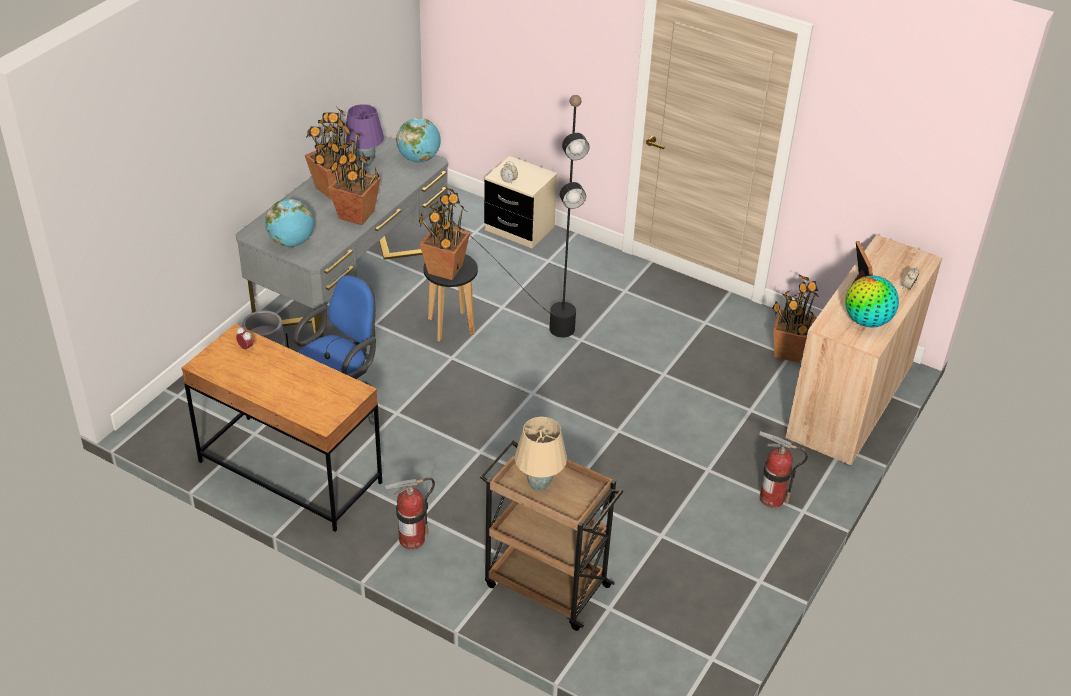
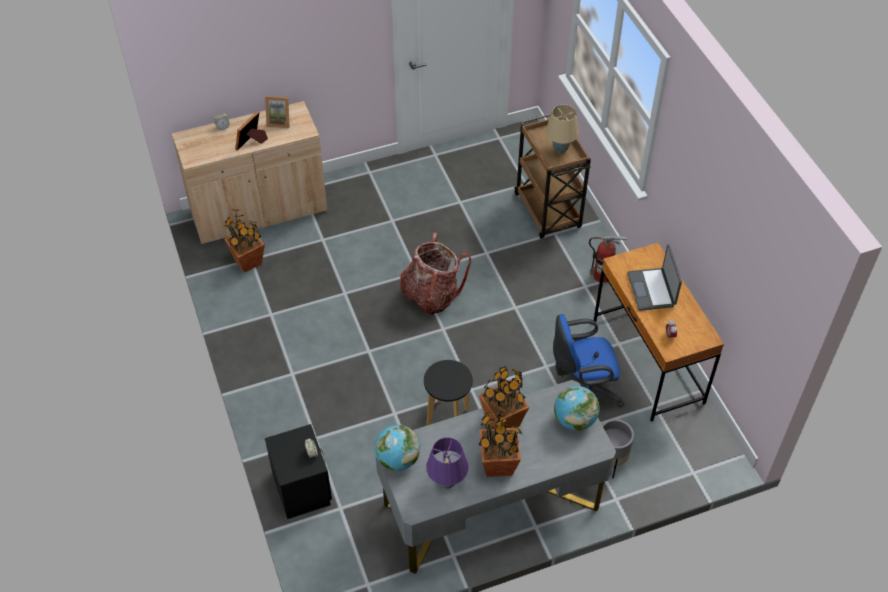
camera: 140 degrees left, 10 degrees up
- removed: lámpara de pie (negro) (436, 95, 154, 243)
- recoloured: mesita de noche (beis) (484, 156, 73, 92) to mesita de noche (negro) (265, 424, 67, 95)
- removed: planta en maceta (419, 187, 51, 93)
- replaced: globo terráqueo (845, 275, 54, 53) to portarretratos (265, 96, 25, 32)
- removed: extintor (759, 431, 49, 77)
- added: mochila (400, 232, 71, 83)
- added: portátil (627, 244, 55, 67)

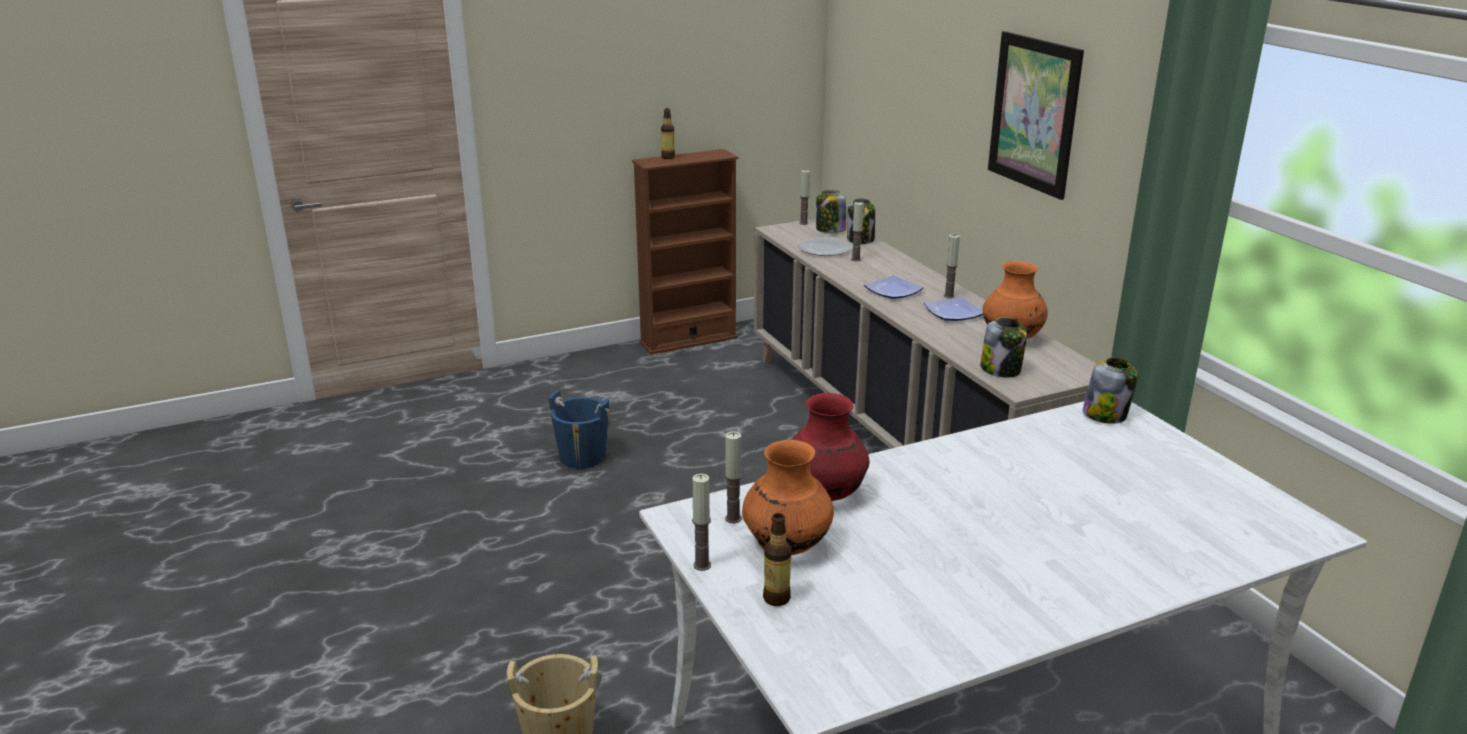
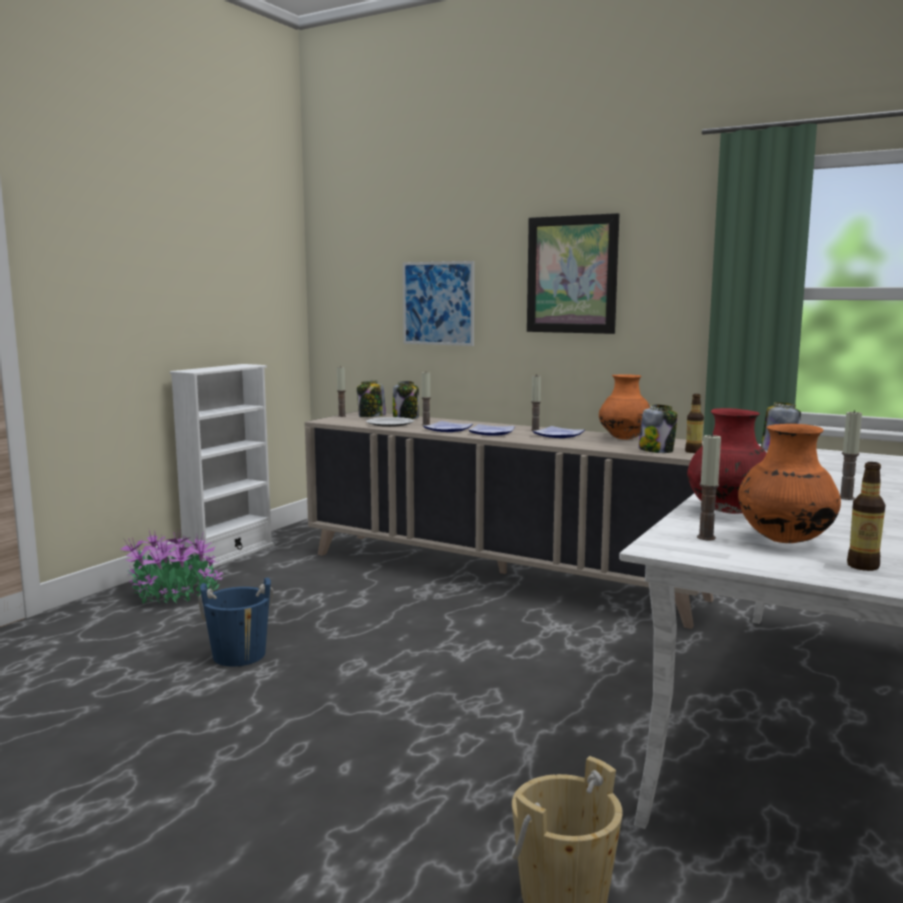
camera: 35 degrees left, 15 degrees down
- moved: botella (661, 108, 14, 51) to (685, 394, 19, 59)
- recoloured: estantería (marrón) (632, 149, 106, 206) to estantería (blanco) (170, 364, 104, 204)
- moved: vela (692, 474, 19, 97) to (840, 410, 22, 90)
- added: cuadro (403, 261, 71, 85)
- added: plato (423, 421, 50, 11)
- added: planta en maceta (120, 528, 103, 75)

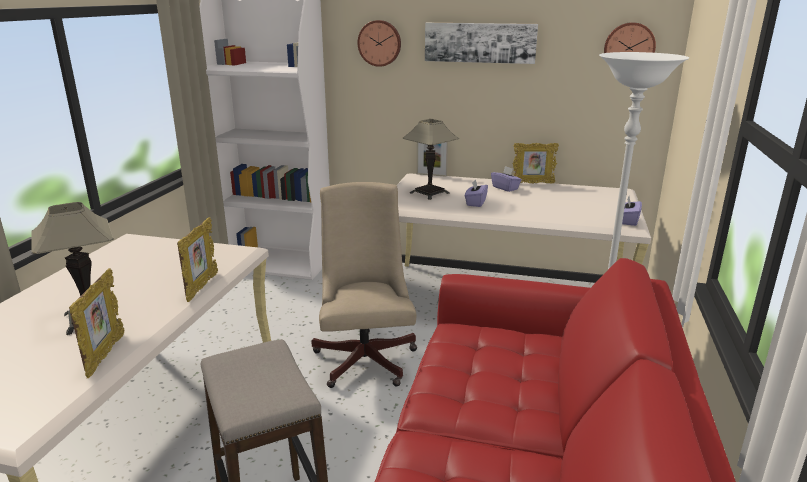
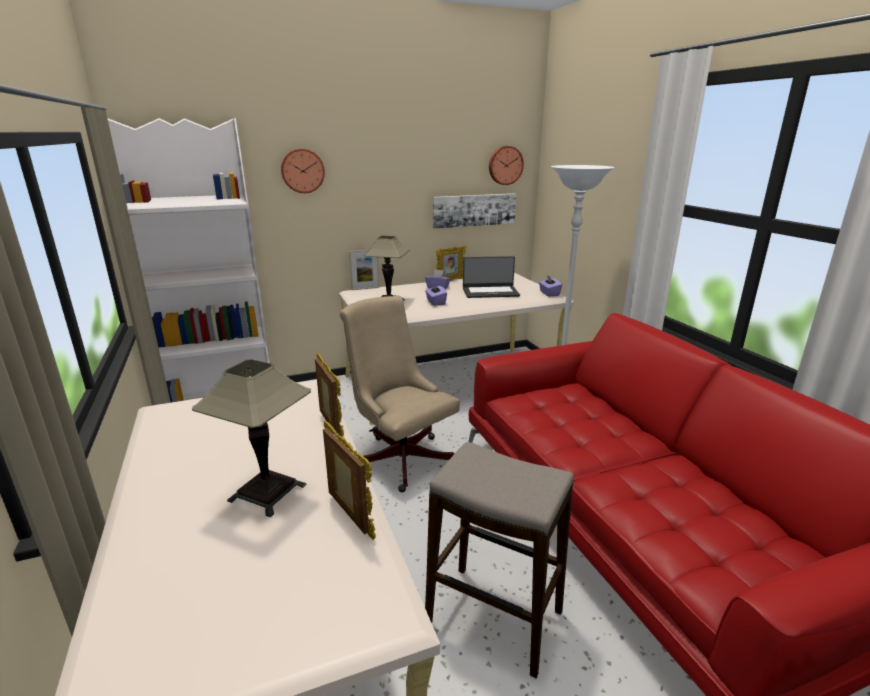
camera: 35 degrees left, 0 degrees up
- moved: cuadro (425, 23, 113, 41) to (433, 193, 83, 36)
- added: portátil (463, 256, 57, 42)

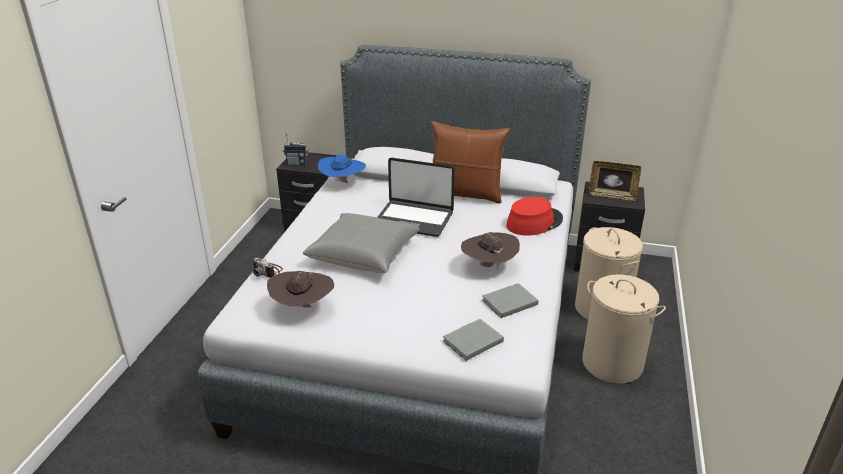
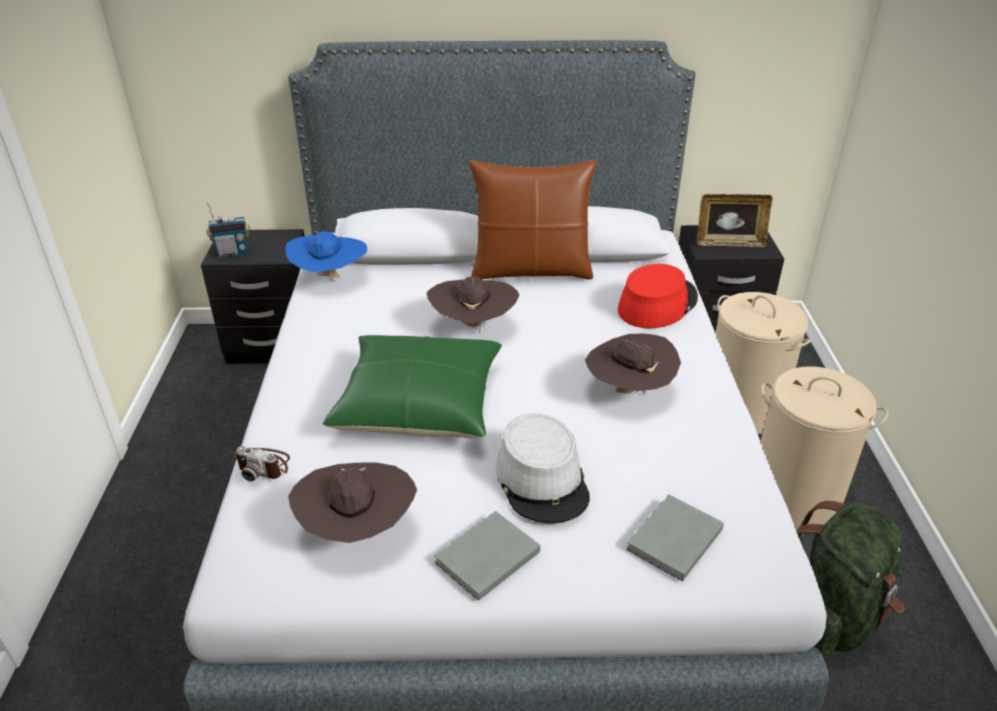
camera: 15 degrees left, 5 degrees up
- replaced: portátil (377, 158, 78, 79) to sombrero (marrón) (426, 276, 93, 57)
- recoloured: cojín (gris) (303, 213, 117, 60) to cojín (verde) (323, 335, 179, 103)
- moved: libro (gris) (482, 283, 57, 35) to (434, 511, 106, 90)
- added: sombrero (gris) (496, 413, 94, 110)
- added: mochila (verde) (795, 501, 110, 157)

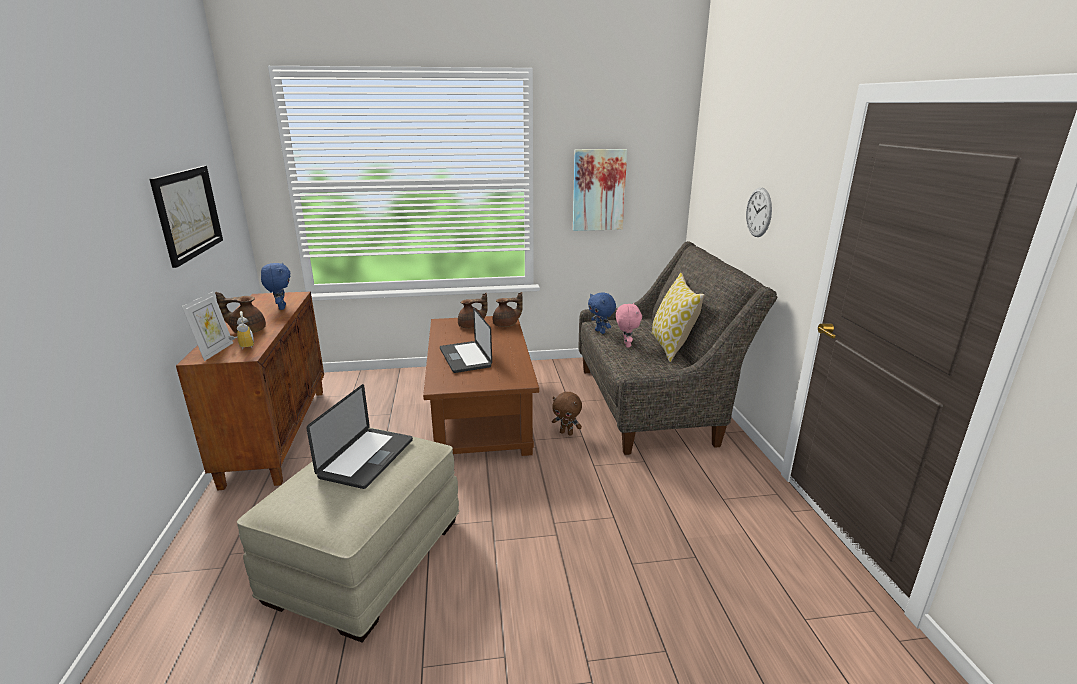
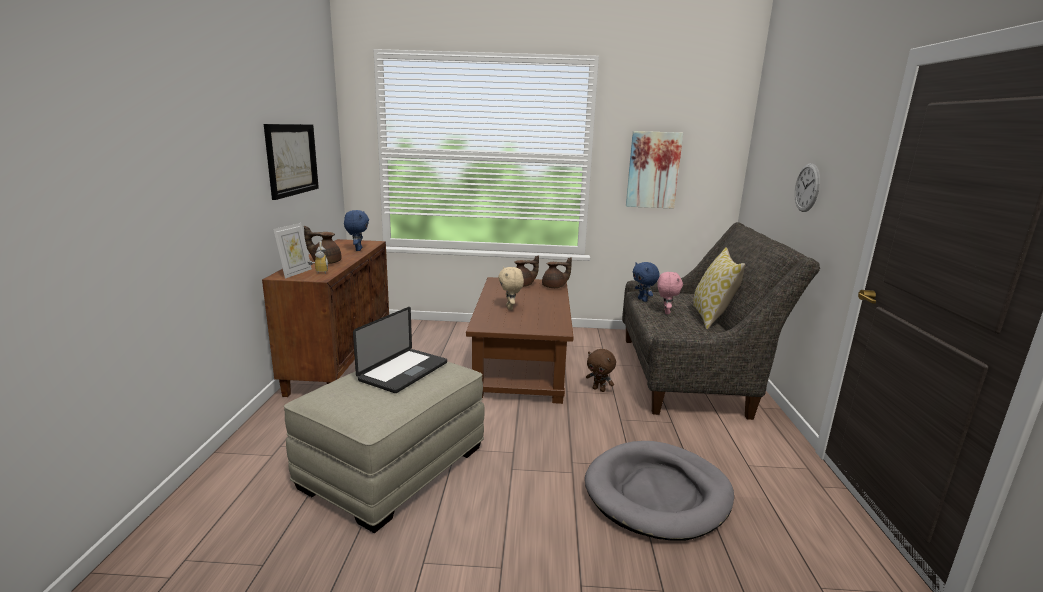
camera: 10 degrees right, 5 degrees down
- replaced: portátil (440, 307, 52, 66) to peluche (beis) (498, 267, 26, 43)
- added: cama para perro (gris) (585, 441, 149, 99)

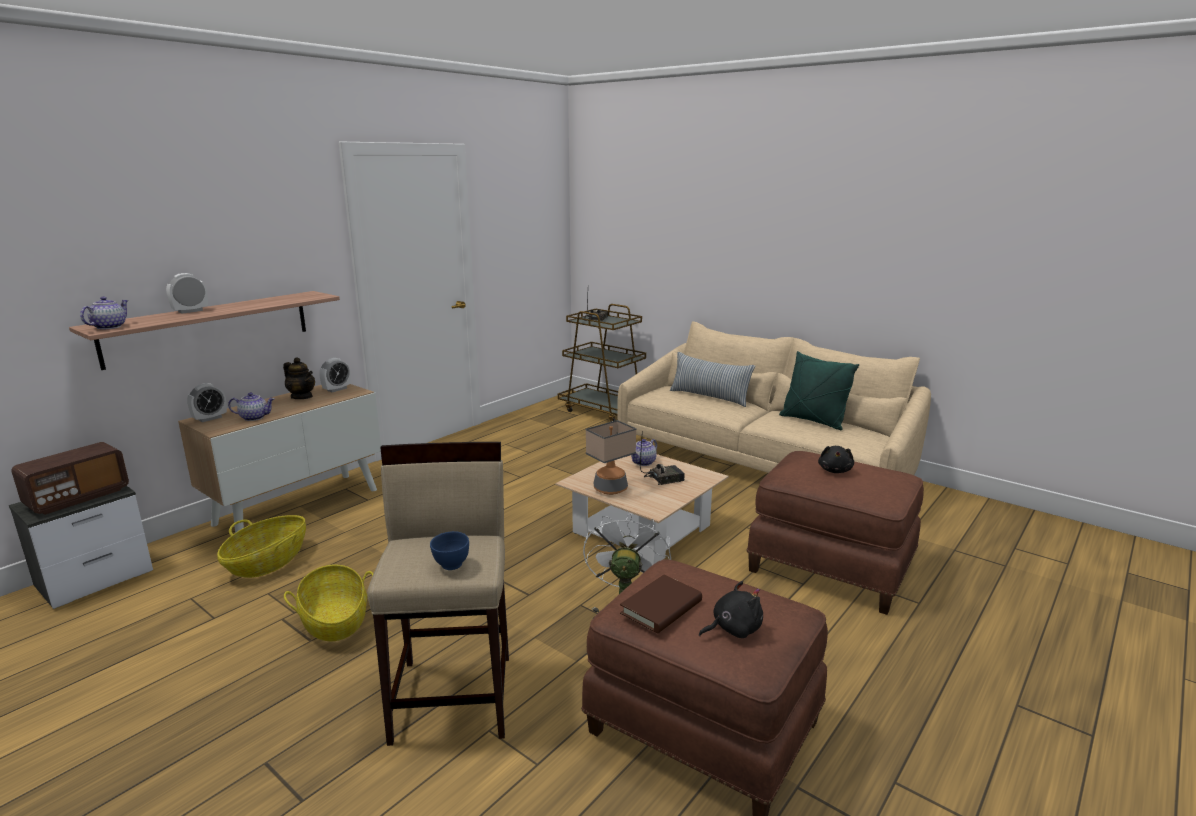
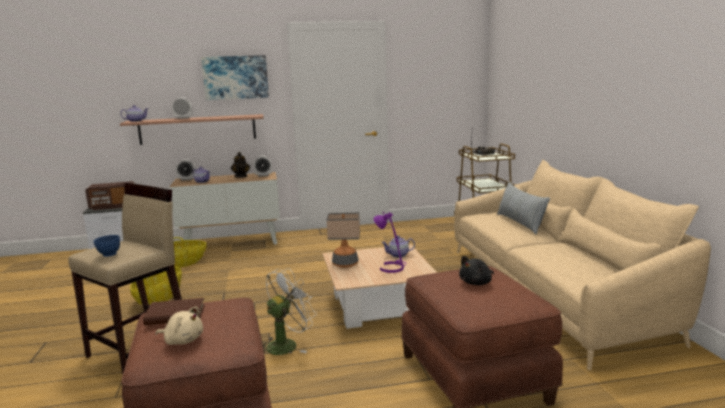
camera: 40 degrees right, 5 degrees down
- removed: cojín (verde) (779, 351, 80, 79)
- replaced: radio (640, 431, 45, 54) to lámpara de mesa (morado) (374, 212, 32, 61)
- recoloured: peluche (negro) (699, 581, 64, 57) to peluche (beis) (155, 306, 48, 39)
- added: cuadro (201, 55, 68, 45)

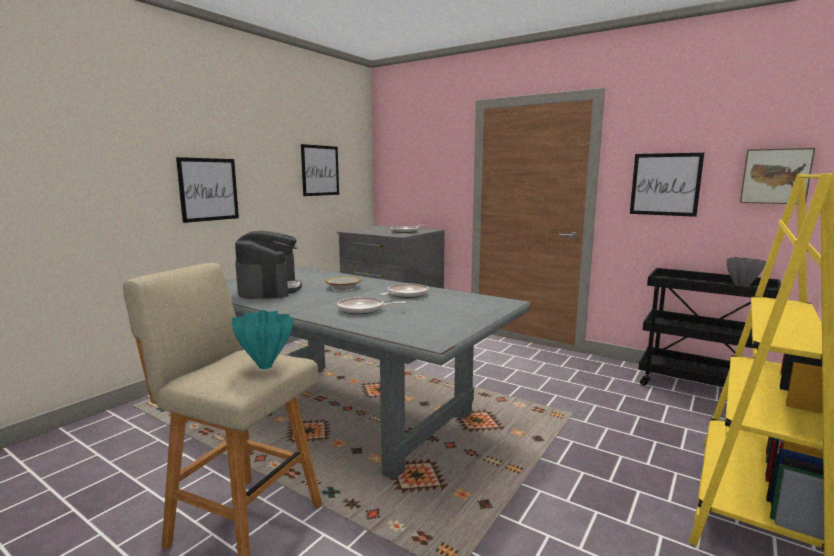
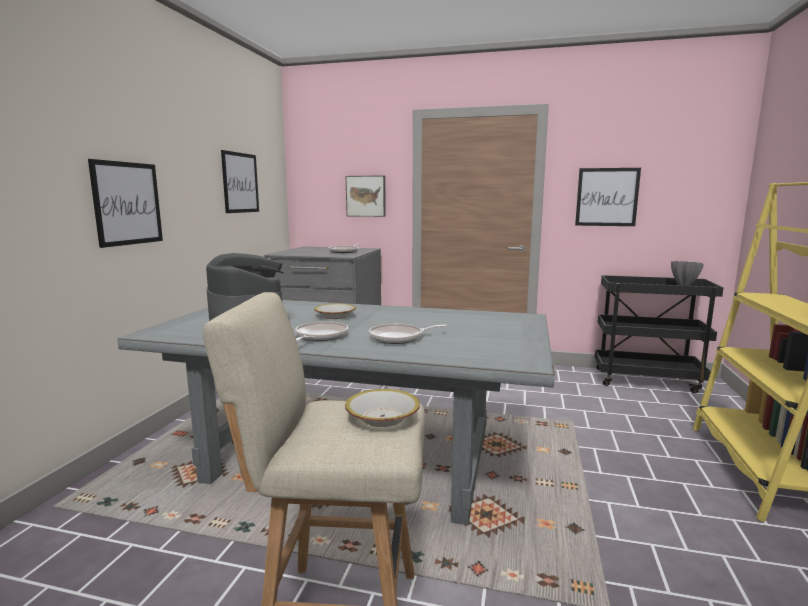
camera: 20 degrees left, 0 degrees up
- moved: cuadro (740, 148, 75, 56) to (346, 175, 40, 42)
- moved: sartén (380, 284, 49, 14) to (295, 321, 53, 20)
- replaced: florero (turquesa) (232, 310, 61, 59) to cuenco (345, 389, 75, 38)

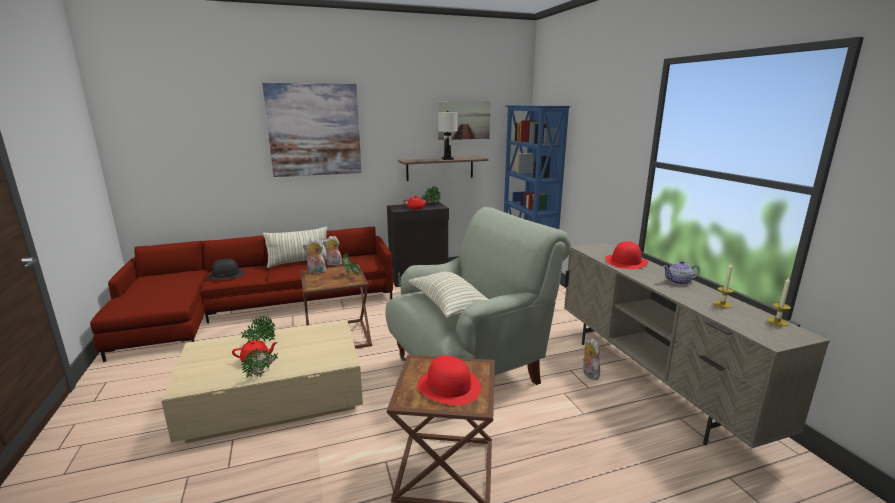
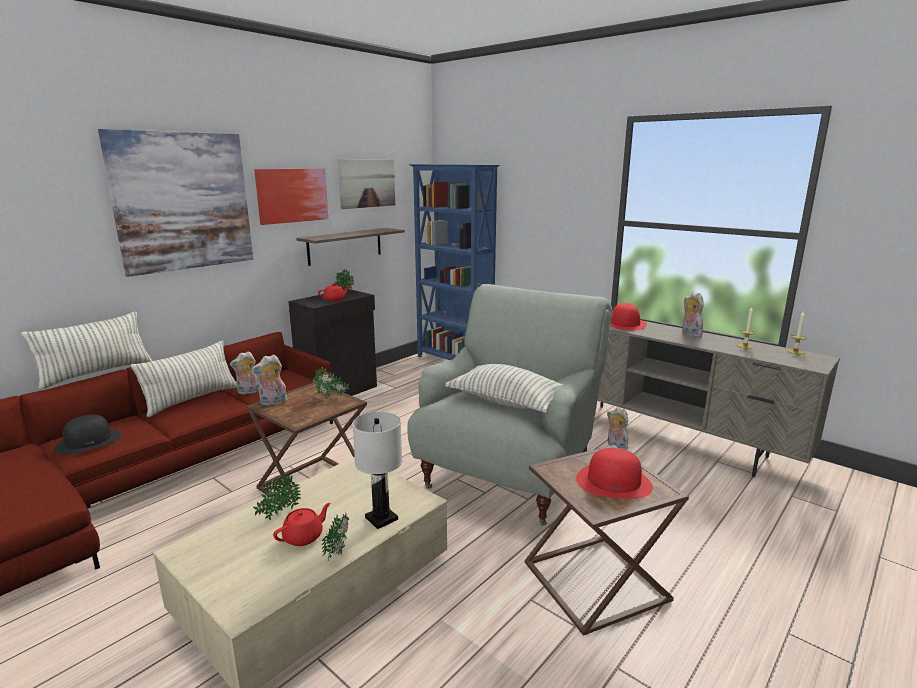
camera: 30 degrees left, 0 degrees up
- moved: lámpara de mesa (blanco) (438, 111, 19, 49) to (352, 412, 50, 117)
- replaced: tetera (663, 261, 37, 24) to peluche (682, 292, 22, 45)
- added: cuadro (254, 168, 74, 57)
- added: cojín (21, 312, 132, 78)

